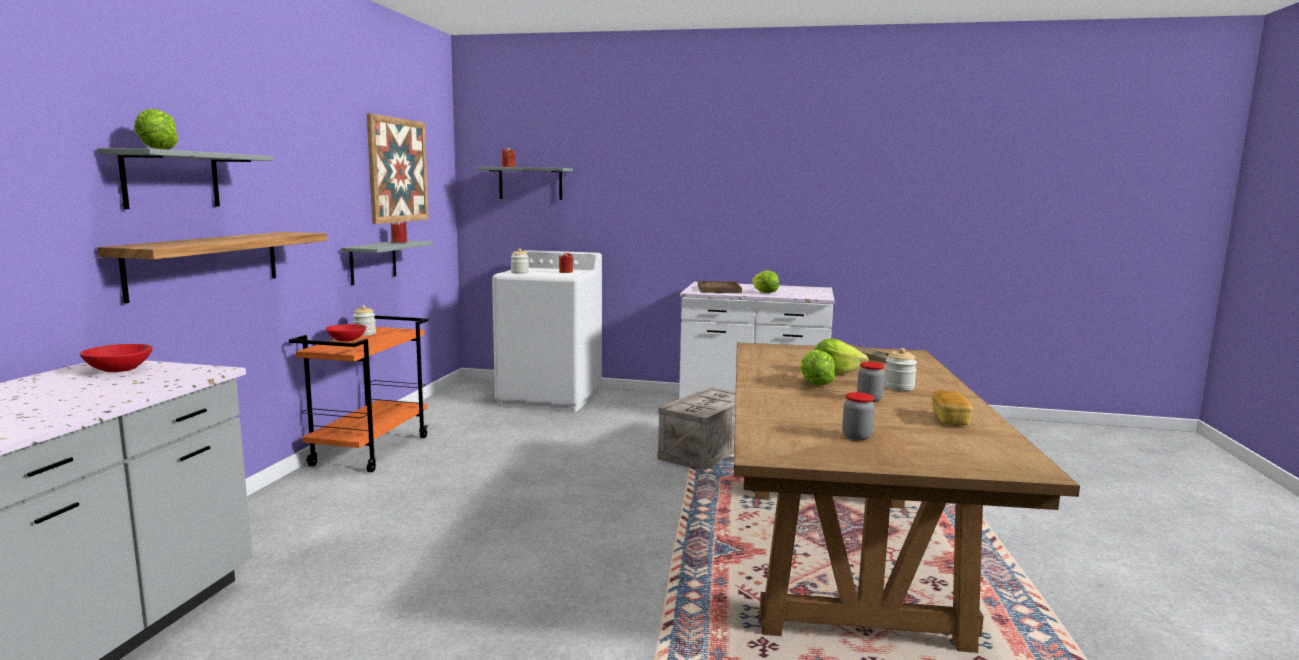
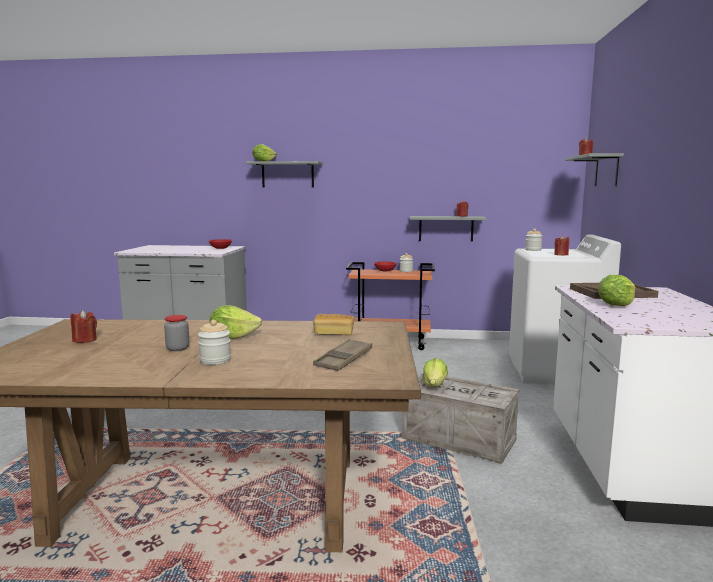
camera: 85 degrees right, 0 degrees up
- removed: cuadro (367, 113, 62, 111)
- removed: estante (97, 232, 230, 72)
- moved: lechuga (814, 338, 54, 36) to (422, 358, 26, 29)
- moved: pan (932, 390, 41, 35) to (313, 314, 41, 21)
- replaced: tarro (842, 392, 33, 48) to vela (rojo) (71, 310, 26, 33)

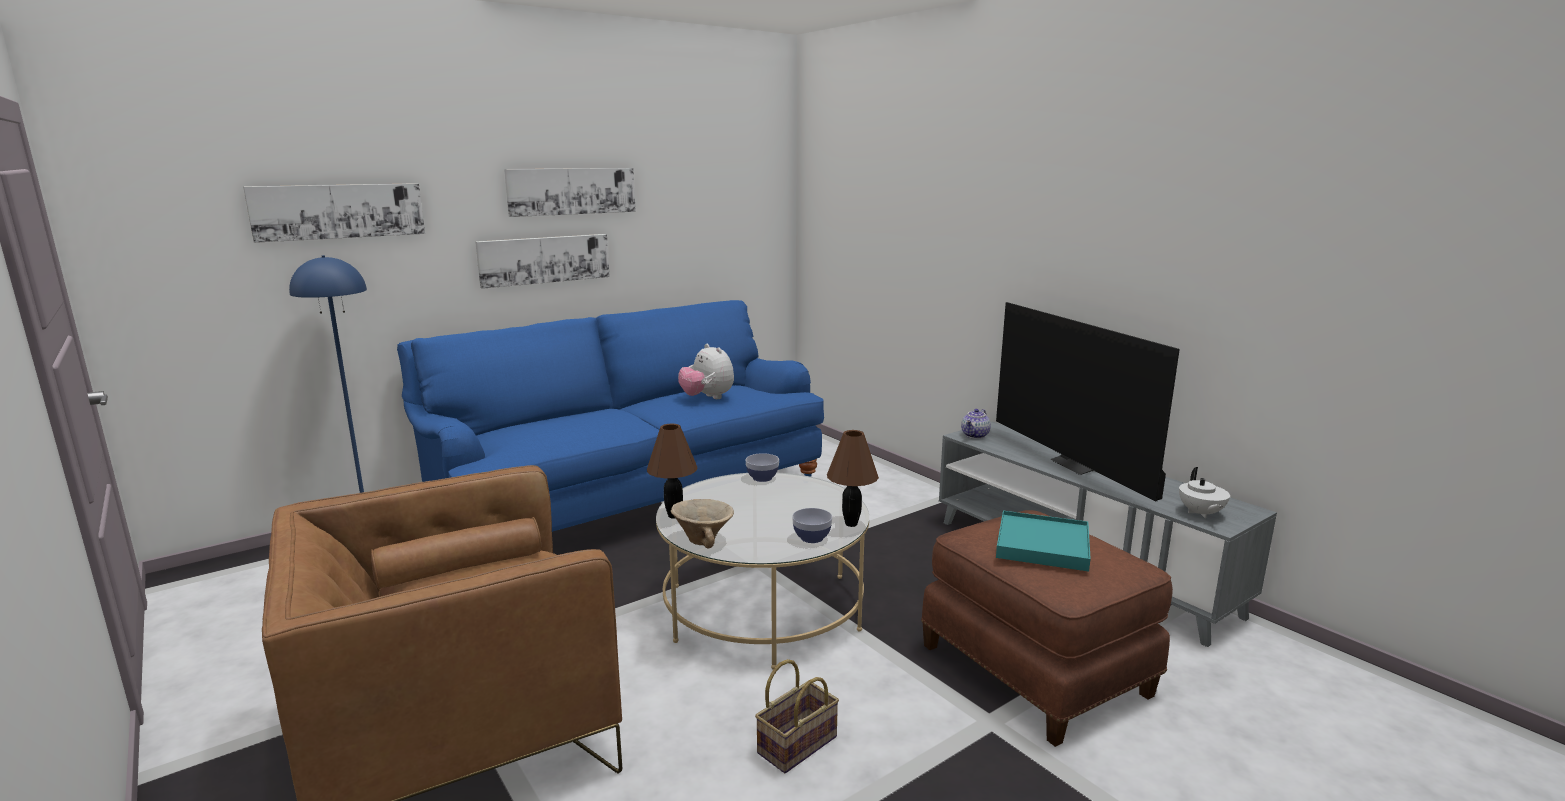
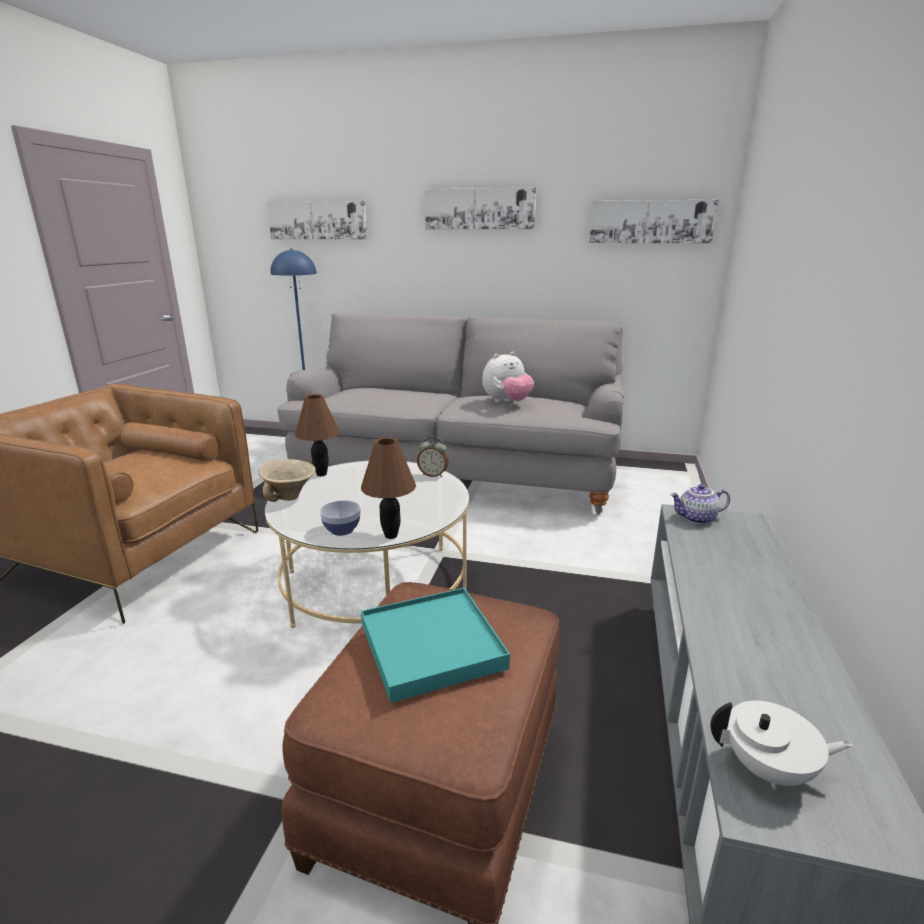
camera: 50 degrees right, 5 degrees up
- moved: cuadro (475, 234, 135, 55) to (589, 200, 129, 44)
- recoloured: sofá (azul) (397, 300, 427, 232) to sofá (gris) (277, 313, 347, 201)
- removed: televisor (996, 302, 184, 199)
- turned: peluche (678, 344, 56, 55) = (482, 352, 52, 51) 135 degrees counterclockwise
- replaced: cuenco (746, 453, 33, 29) to despertador (417, 437, 32, 40)
- turned: tetera (blanco) (1179, 467, 51, 52) = (710, 701, 144, 88) 135 degrees counterclockwise
- removed: cesta (755, 659, 84, 114)

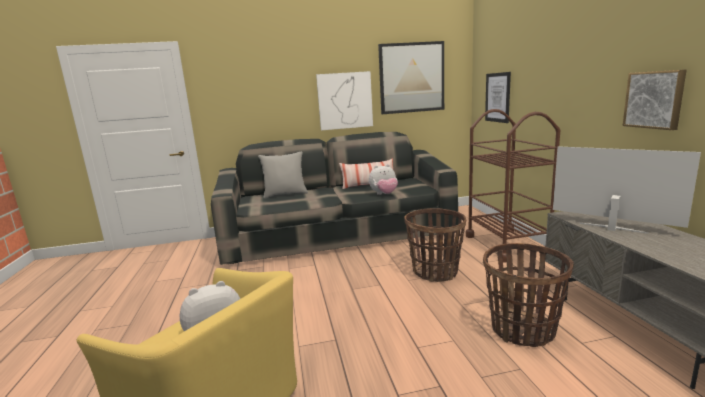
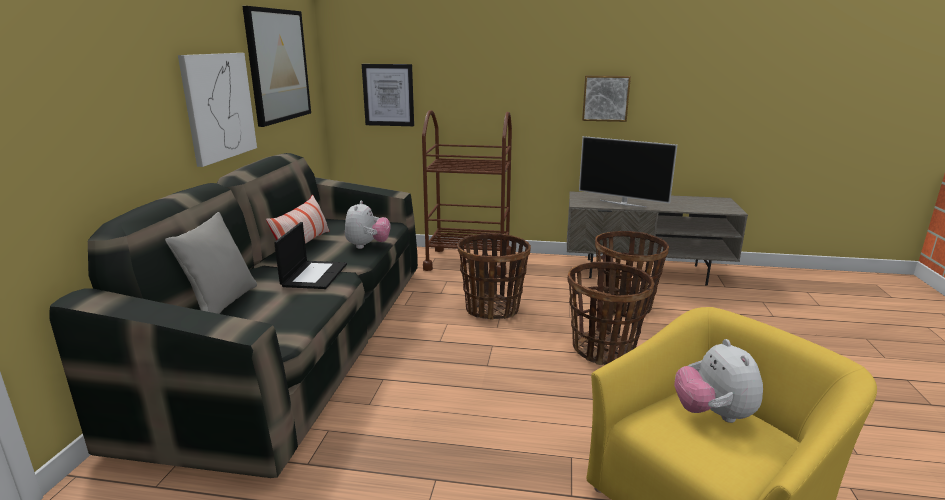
camera: 70 degrees left, 5 degrees up
- turned: televisor (553, 146, 148, 88) = (579, 136, 98, 71) 120 degrees counterclockwise
- added: portátil (274, 222, 73, 67)
- added: cesta (567, 262, 88, 103)

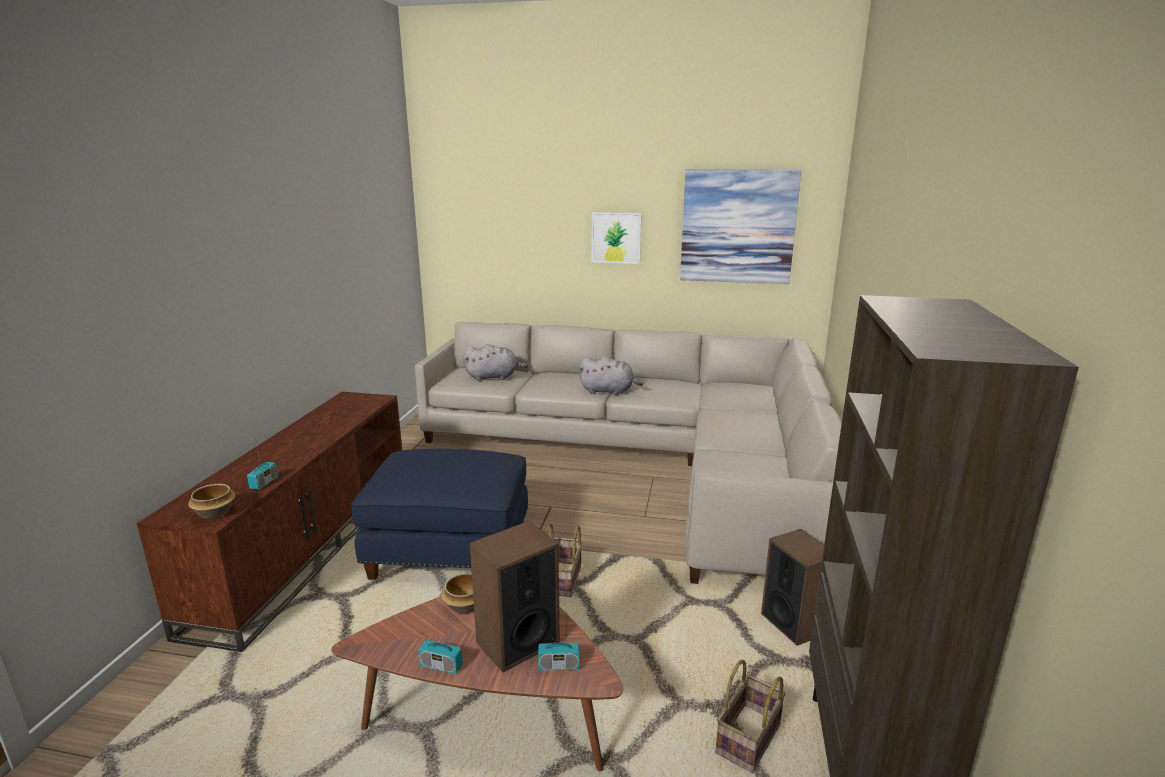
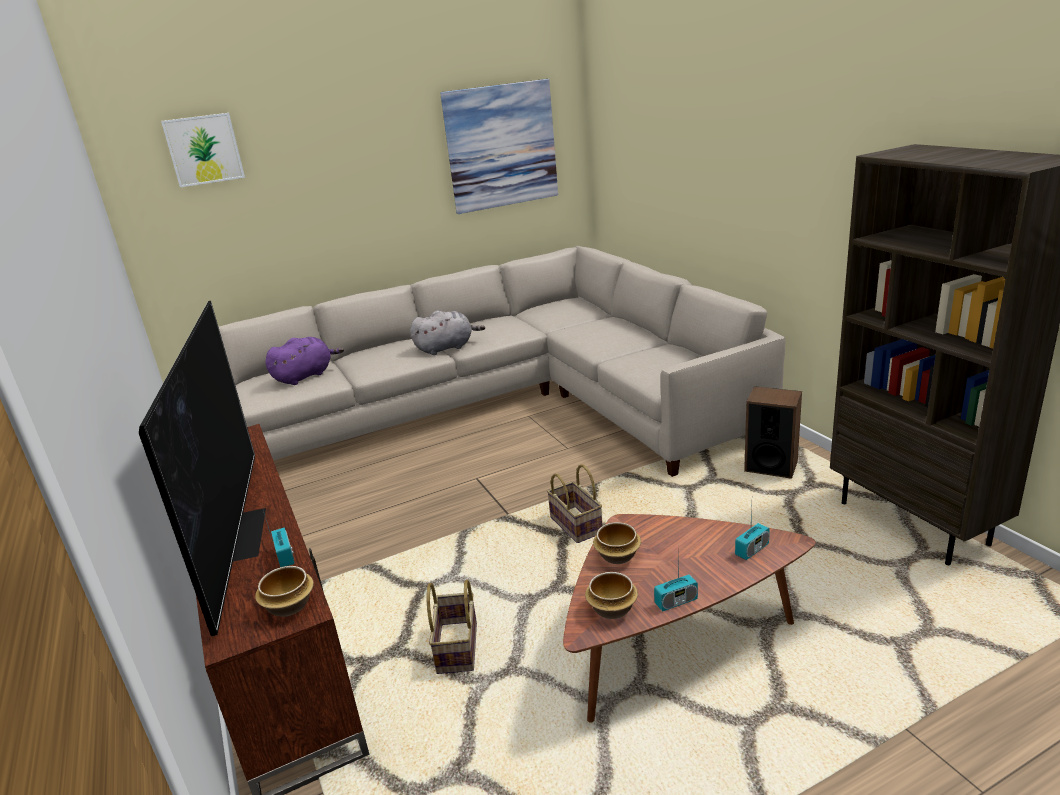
camera: 35 degrees left, 5 degrees up
- moved: cuadro (591, 212, 51, 52) to (161, 113, 84, 74)
- recoloured: peluche (gris) (463, 344, 65, 37) to peluche (morado) (265, 337, 79, 48)
- removed: puf (azul) (351, 449, 177, 131)
- removed: altavoz (470, 521, 90, 152)
- moved: cesta (715, 660, 71, 113) to (427, 579, 50, 95)
- added: televisor (139, 301, 127, 335)
- added: cuenco (585, 572, 53, 47)

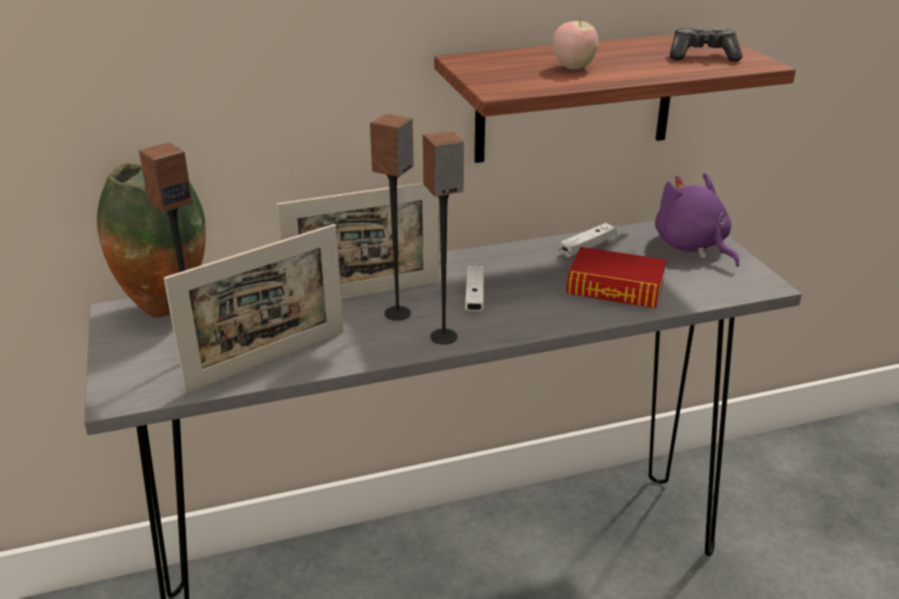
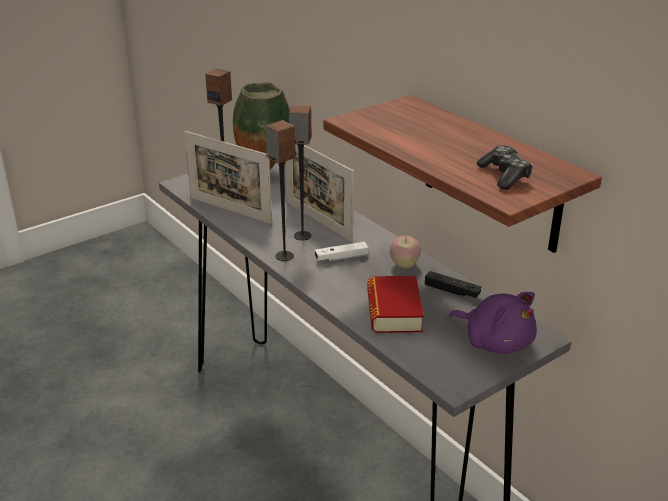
camera: 70 degrees right, 0 degrees up
- moved: manzana (553, 17, 45, 53) to (390, 236, 31, 32)
- turned: peluche (morado) (655, 173, 84, 94) = (449, 292, 88, 62) 90 degrees clockwise
- recoloured: mando de consola (blanco) (560, 223, 57, 34) to mando de consola (negro) (425, 271, 56, 27)

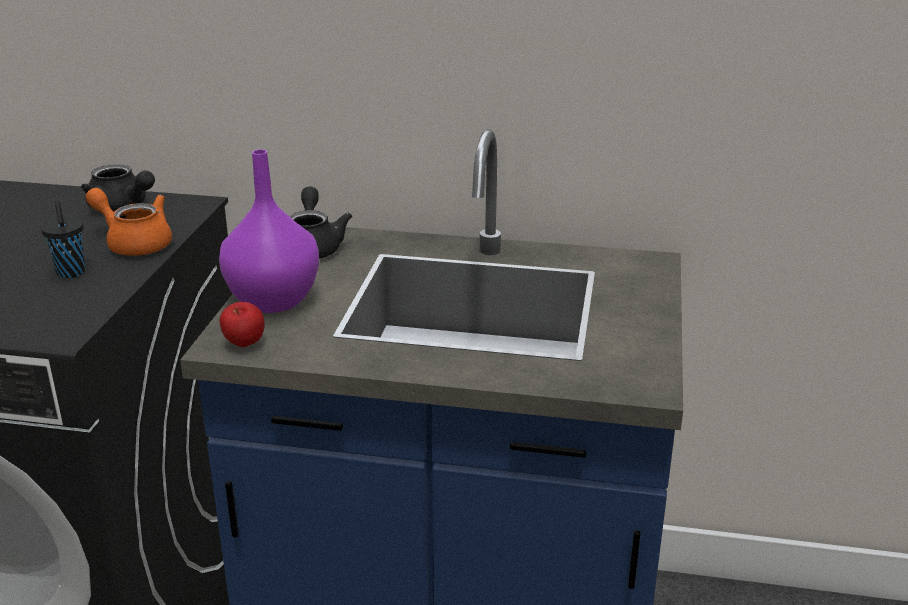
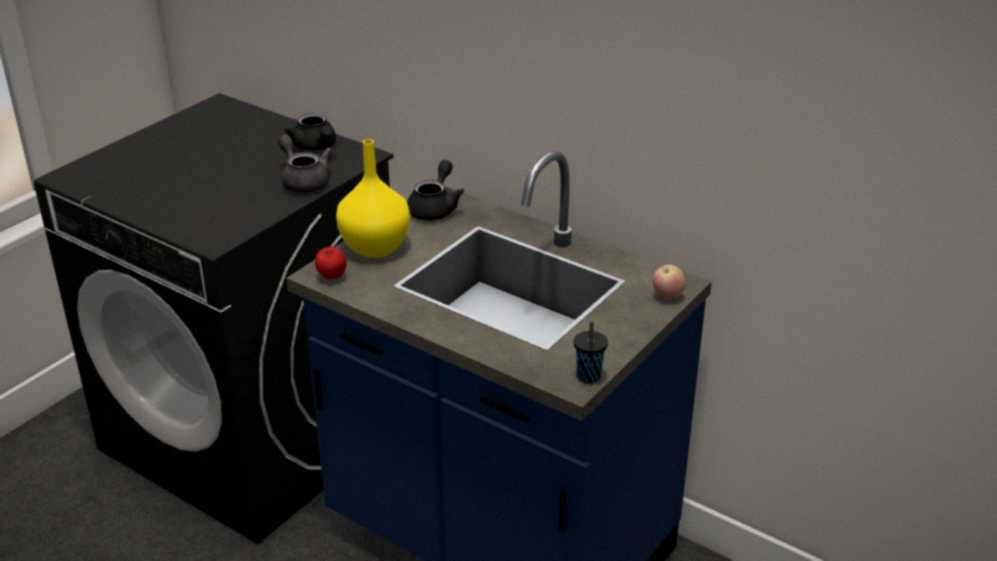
camera: 25 degrees right, 5 degrees up
- recoloured: florero (morado) (219, 150, 100, 163) to florero (amarillo) (336, 139, 74, 119)
- recoloured: tetera (naranja) (86, 188, 86, 68) to tetera (gris) (278, 135, 54, 58)
- moved: taza (negro) (41, 200, 44, 78) to (574, 322, 34, 61)
- added: manzana (653, 265, 33, 35)

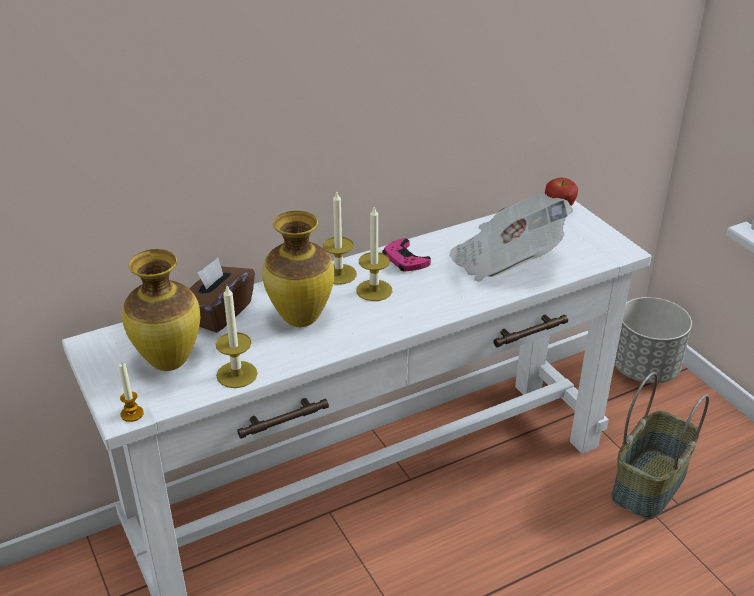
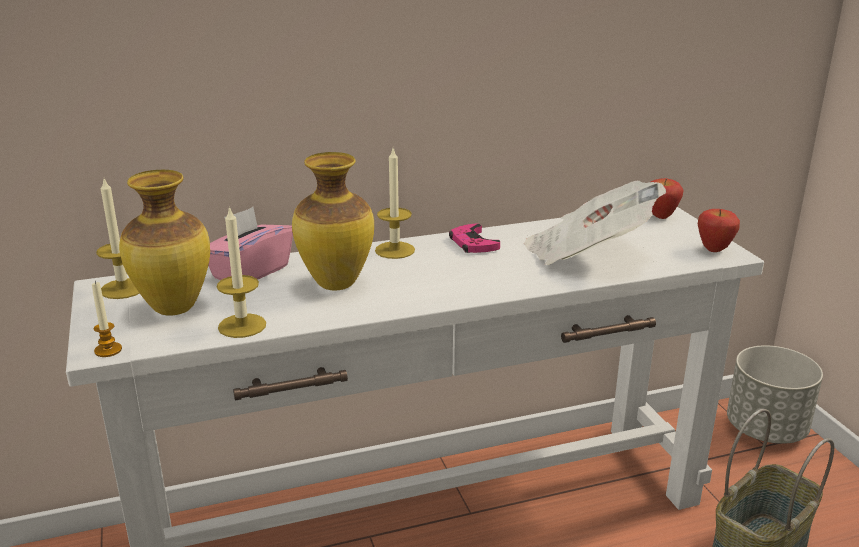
camera: 10 degrees right, 10 degrees down
- moved: vela (356, 205, 36, 96) to (96, 179, 44, 120)
- recoloured: caja de pañuelos (marrón) (189, 257, 66, 76) to caja de pañuelos (rosa) (208, 207, 85, 73)
- added: manzana (698, 209, 42, 43)

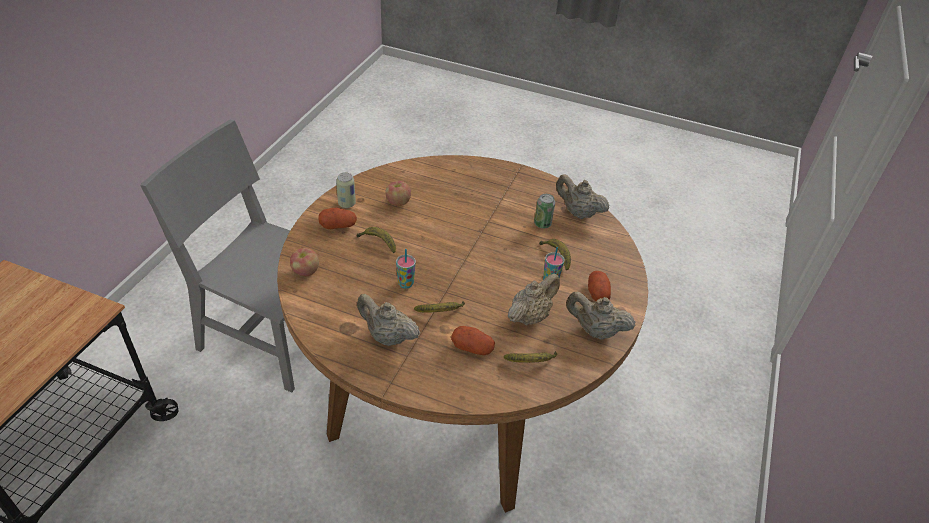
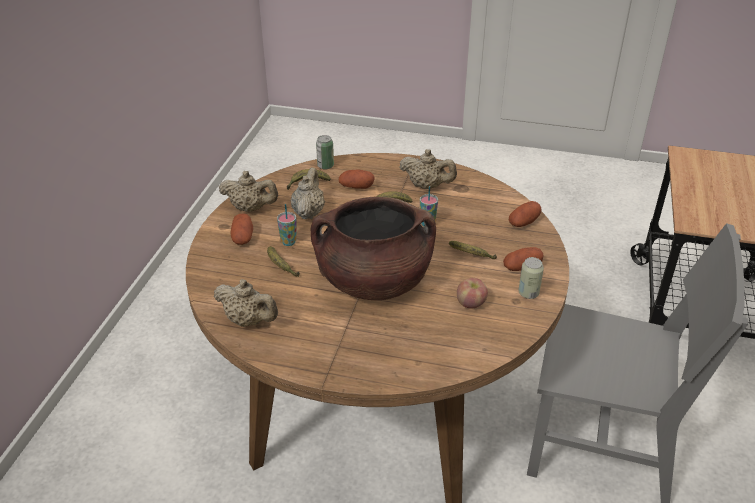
camera: 175 degrees right, 5 degrees down
- moved: lata (534, 194, 21, 34) to (316, 135, 18, 35)
- replaced: manzana (290, 248, 29, 28) to patata (509, 201, 33, 26)
- turned: tetera (beis) (508, 273, 52, 52) = (290, 167, 35, 52) 150 degrees clockwise
- added: olla (marrón) (310, 197, 126, 103)

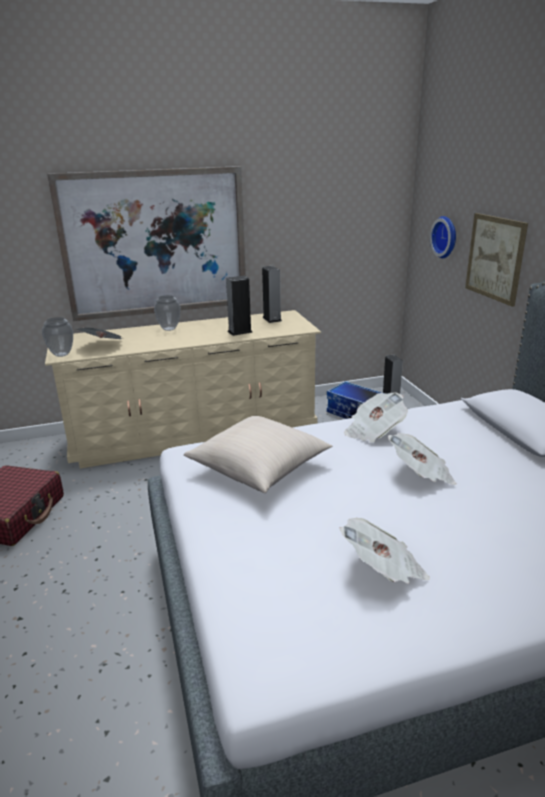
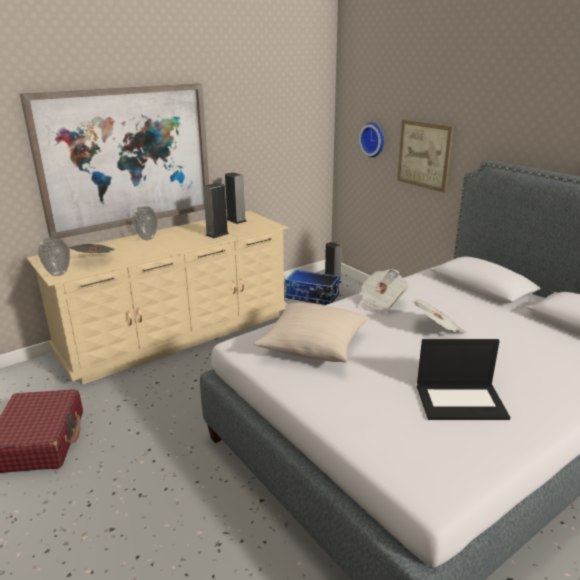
camera: 20 degrees left, 0 degrees up
- replaced: periódico (340, 518, 90, 66) to portátil (417, 339, 93, 81)

